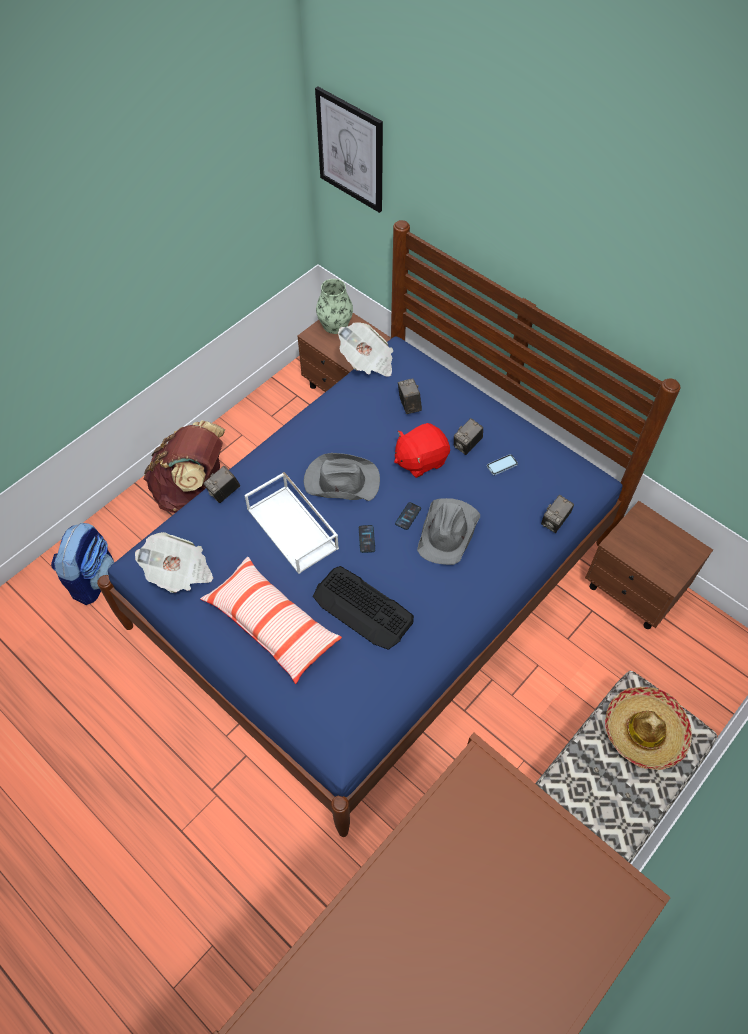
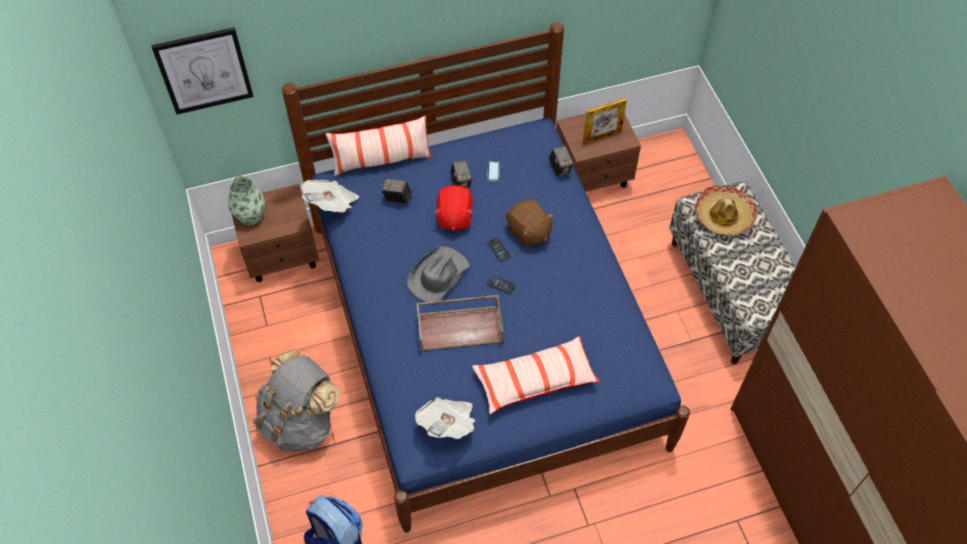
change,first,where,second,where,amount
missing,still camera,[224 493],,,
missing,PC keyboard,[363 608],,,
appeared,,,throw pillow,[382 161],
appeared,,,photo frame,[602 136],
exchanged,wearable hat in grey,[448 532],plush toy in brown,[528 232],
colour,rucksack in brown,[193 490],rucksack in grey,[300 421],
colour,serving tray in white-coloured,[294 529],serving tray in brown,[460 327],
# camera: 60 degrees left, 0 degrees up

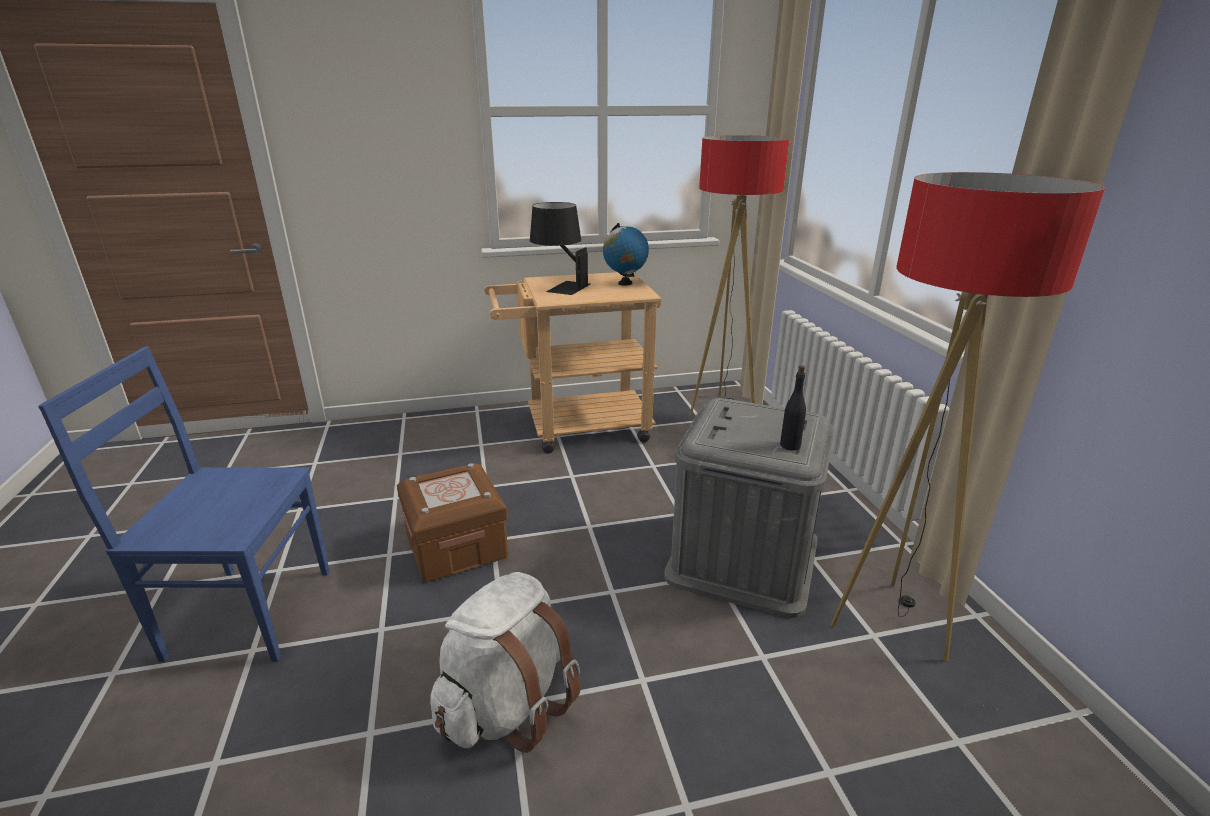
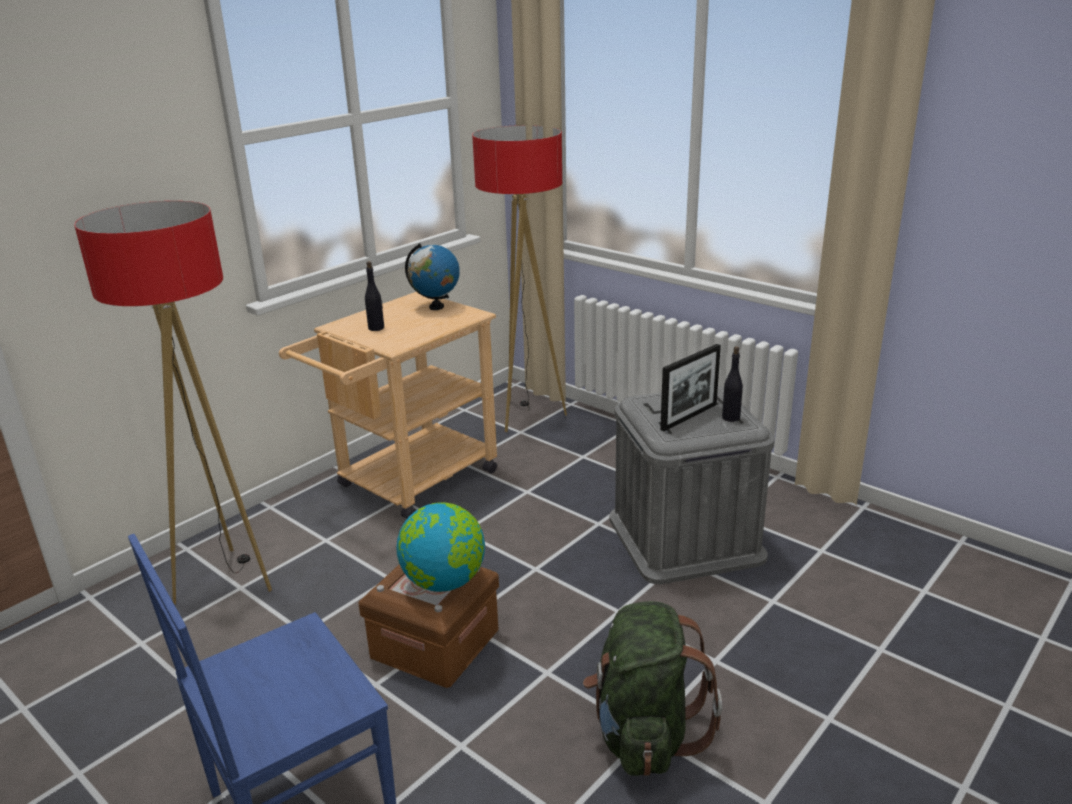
change,first,where,second,where,amount
appeared,,,globe,[444 582],
appeared,,,photo frame,[689 417],
relocated,standard lamp,[889 622],,[226 580],
exchanged,tabletop lamp in black,[560 286],beverage bottle in black,[376 328],
colour,rucksack in white-coloured,[508 706],rucksack in green-coloured,[644 734],
# camera: 35 degrees left, 0 degrees up

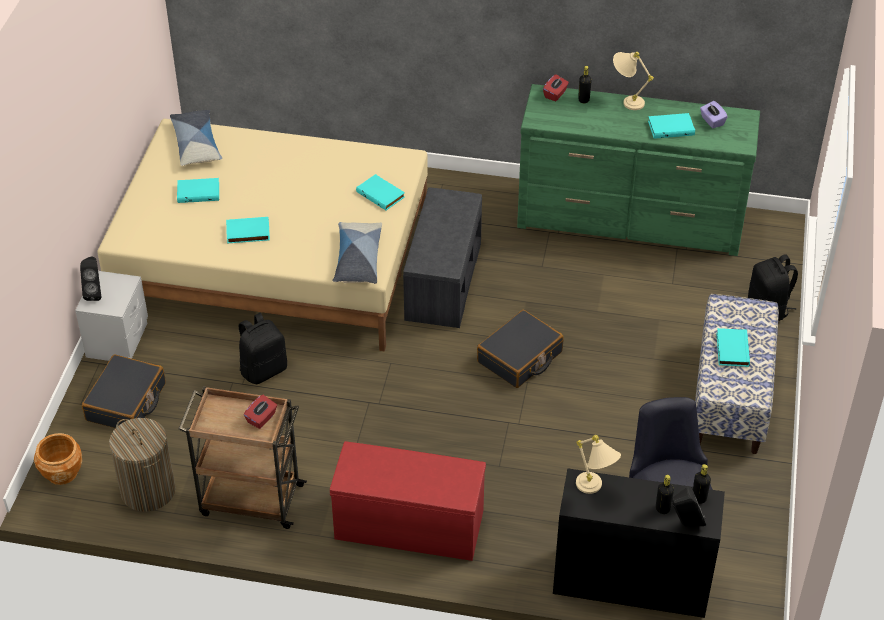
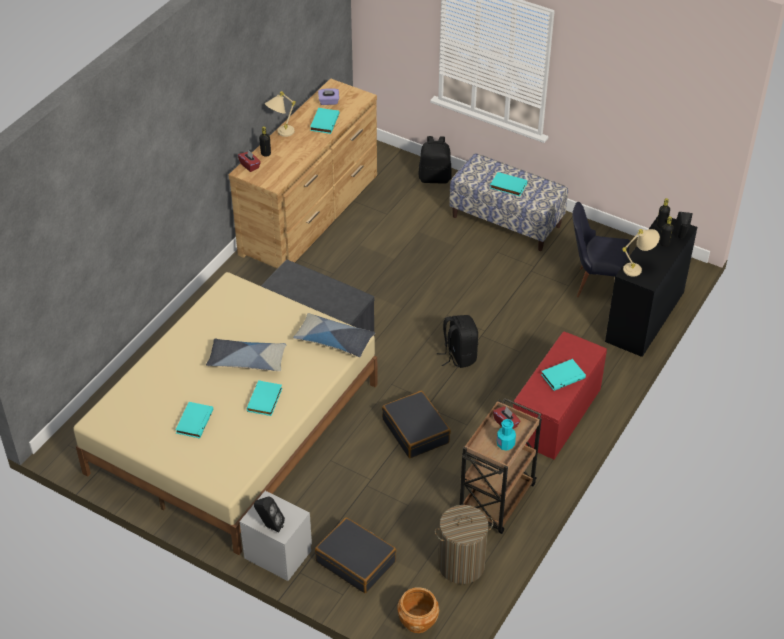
change,first,where,second,where,amount
appeared,,,beverage bottle in blue-green,[505 444],
relocated,throw pillow,[196 144],,[247 360],
relocated,rucksack in black,[263 369],,[459 356],
relocated,book in blue-green,[381 194],,[562 376],
relocated,piece of luggage in black,[520 357],,[416 431],
colour,dresser in green-coloured,[630 220],dresser in brown,[310 214],
# camera: 70 degrees left, 0 degrees up

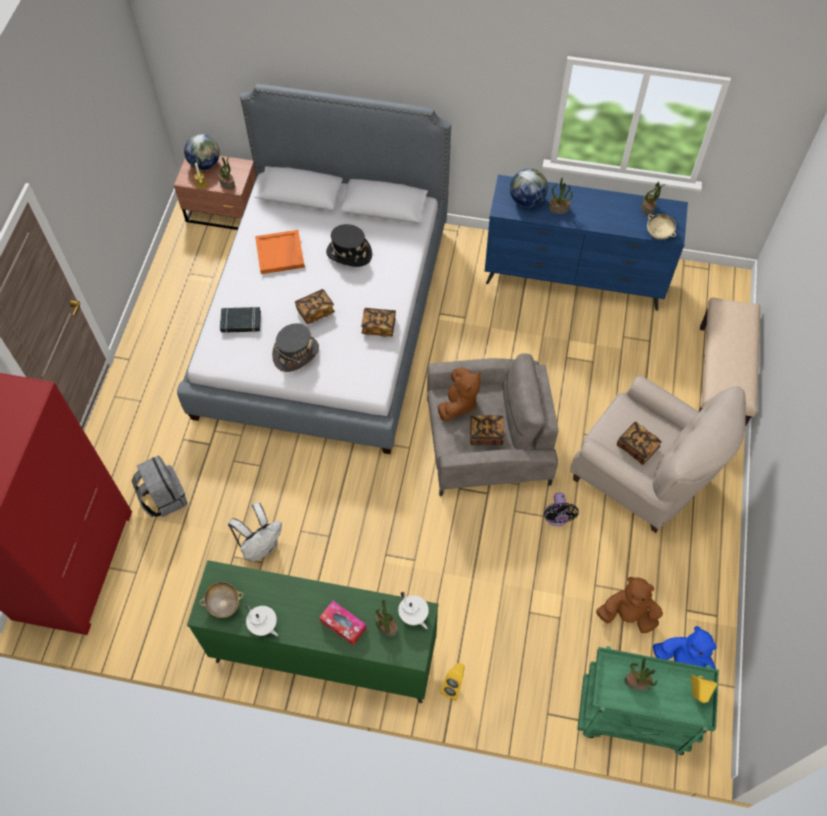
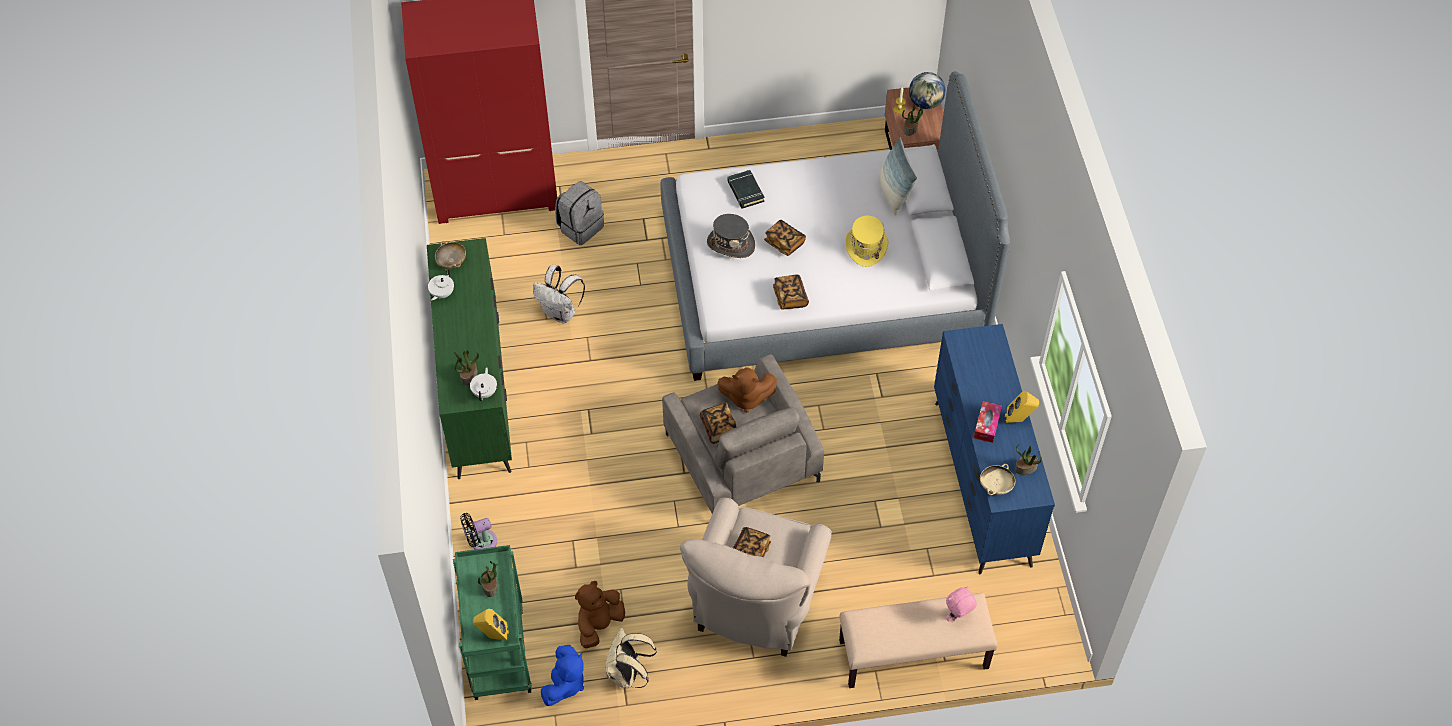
change,first,where,second,where,amount
missing,serving tray in orange-coloured,[280 254],,,
missing,globe,[526 200],,,
missing,plant in a pot,[558 208],,,
appeared,,,rucksack in sand-coloured,[628 675],
appeared,,,throw pillow,[893 193],
appeared,,,plush toy in pinkish,[958 617],
relocated,tissue box,[343 625],,[987 425],
relocated,loudspeaker in yellow-coloured,[454 686],,[1019 420],
relocated,cooling fan in black,[556 517],,[481 542],
colour,wearable hat in black,[349 253],wearable hat in yellow-coloured,[865 247],
spun,teapot in white-coloured,[413 615],,[485 392],150 degrees clockwise
spun,plush toy in brown,[627 615],,[599 624],135 degrees counterclockwise
# camera: 70 degrees right, 5 degrees down

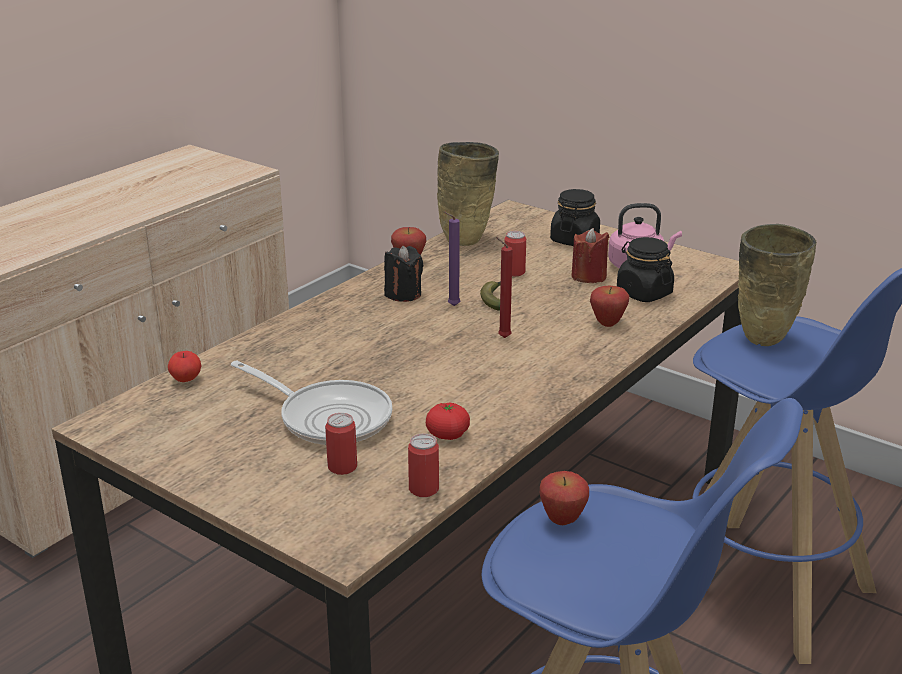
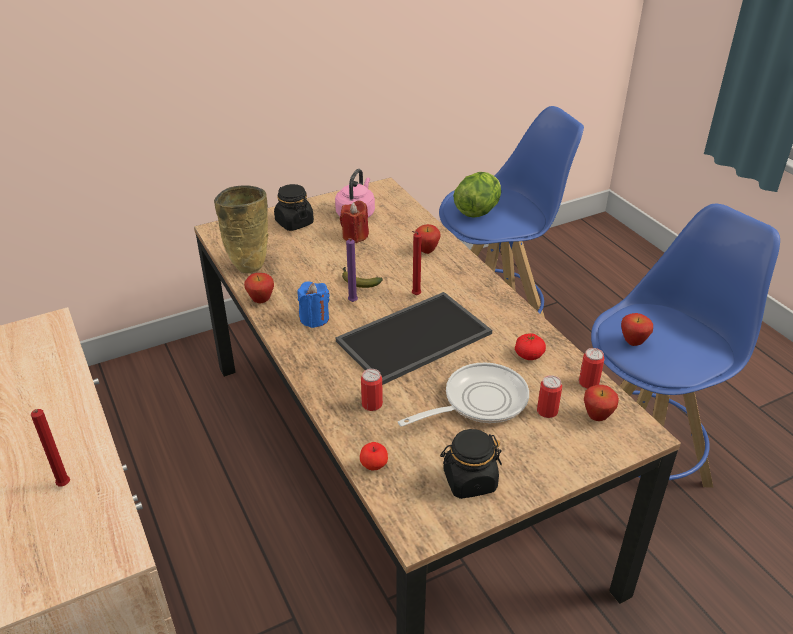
change,first,where,second,where,amount
appeared,,,candle in red-coloured,[64 487],
appeared,,,serving tray,[414 339],
appeared,,,apple,[597 417],
relocated,sealed can,[514 272],,[372 404],
relocated,preserve jar in black,[643 293],,[469 481],
exchanged,vase in sand-coloured,[762 341],head of lettuce,[477 211],
colour,candle in black,[403 294],candle in bluish,[314 318],
# camera: 65 degrees left, 10 degrees up

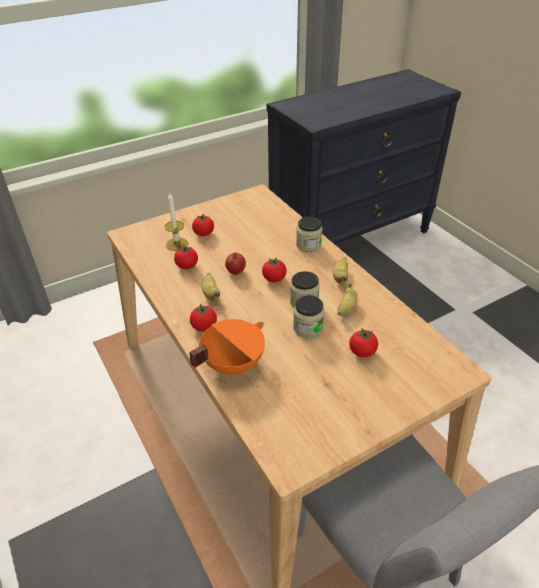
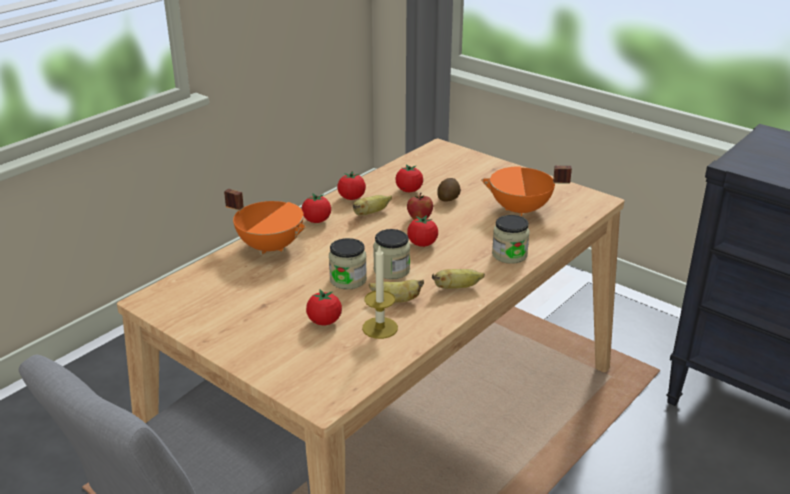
change,first,where,second,where,amount
appeared,,,spud,[448 199],
appeared,,,stockpot in orange-coloured,[520 210],
relocated,candle,[177 244],,[380 328],
relocated,whole tomato,[204 234],,[351 198],
# camera: 70 degrees right, 10 degrees down

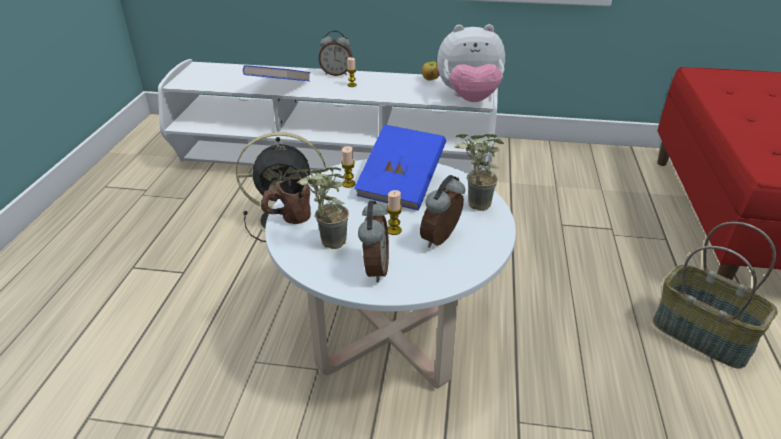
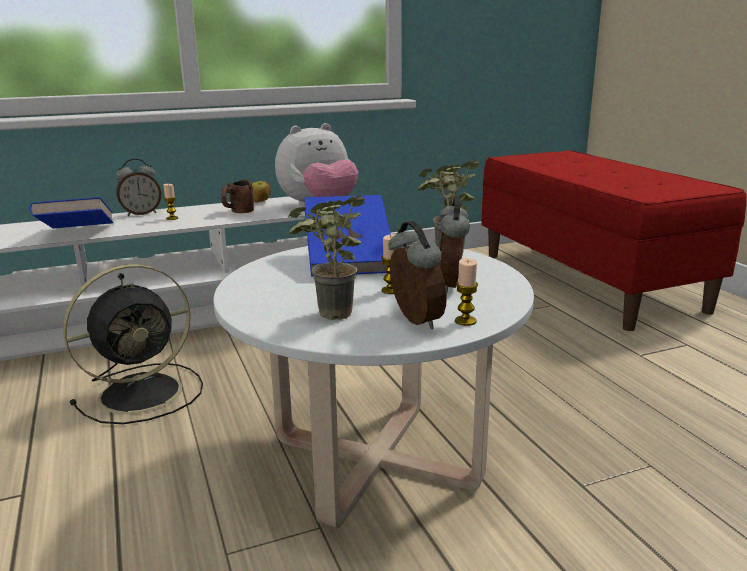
change,first,where,second,where,amount
missing,storage basket,[703 334],,,
relocated,mug in brown,[287 218],,[237 212],
relocated,candle,[348 184],,[465 321],
# camera: 30 degrees left, 15 degrees down

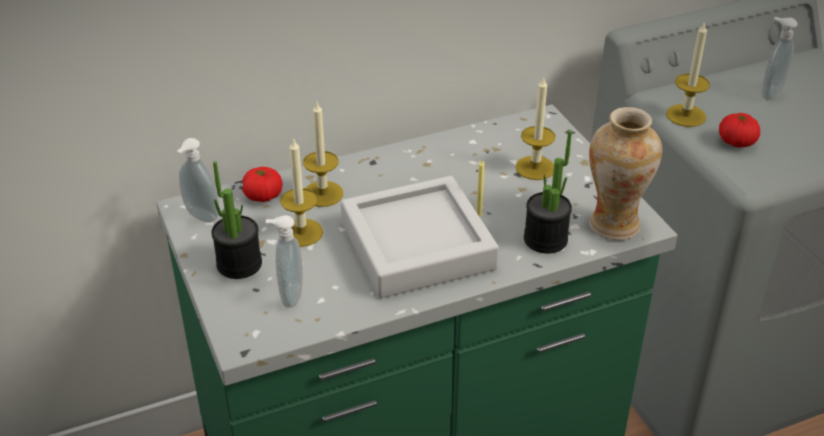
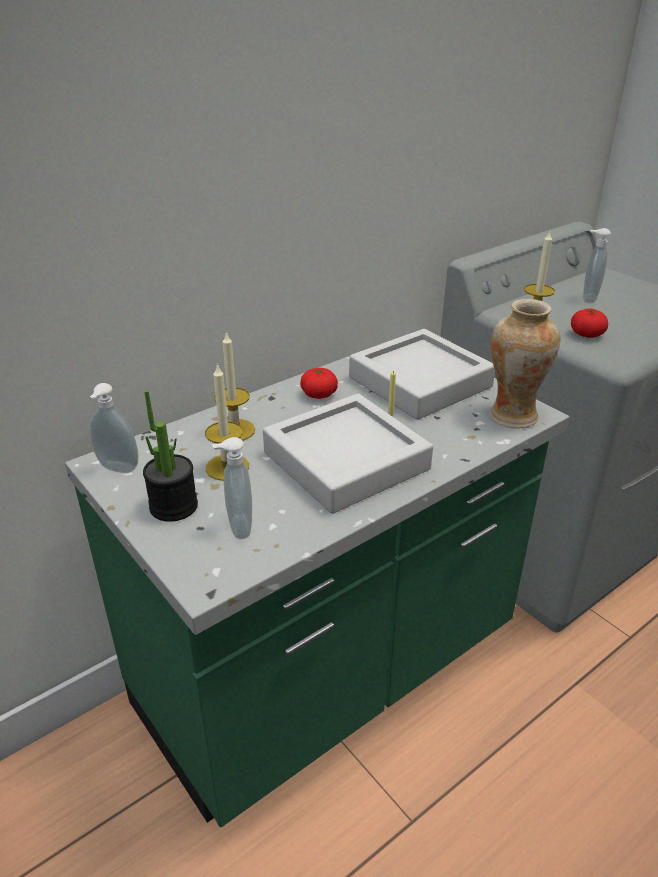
change,first,where,second,where,amount
missing,plant in a pot,[545 239],,,
relocated,whole tomato,[263 196],,[319 394],
exchanged,candle,[535 168],serving tray in grey,[420 382],
# camera: 15 degrees left, 5 degrees down

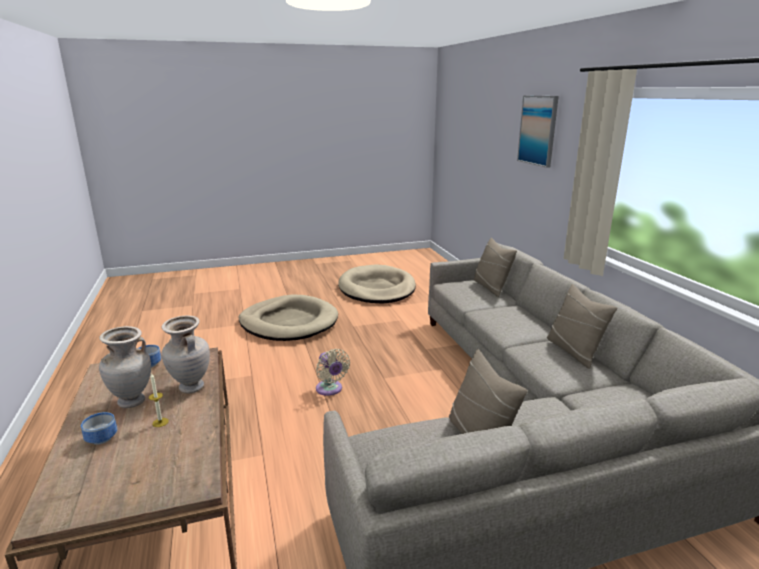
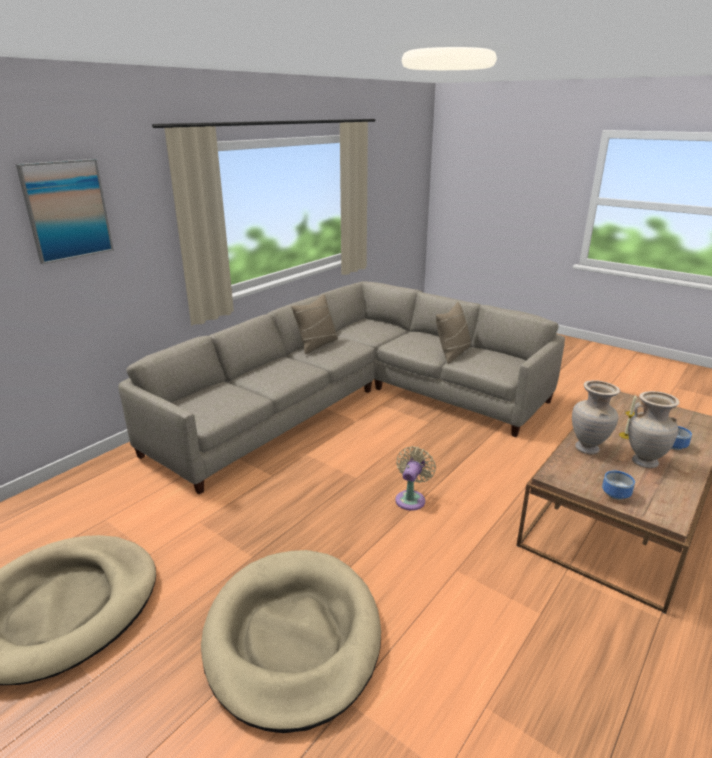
change,first,where,second,where,amount
missing,throw pillow in sand-coloured,[491 287],,,
# camera: 125 degrees left, 5 degrees up

